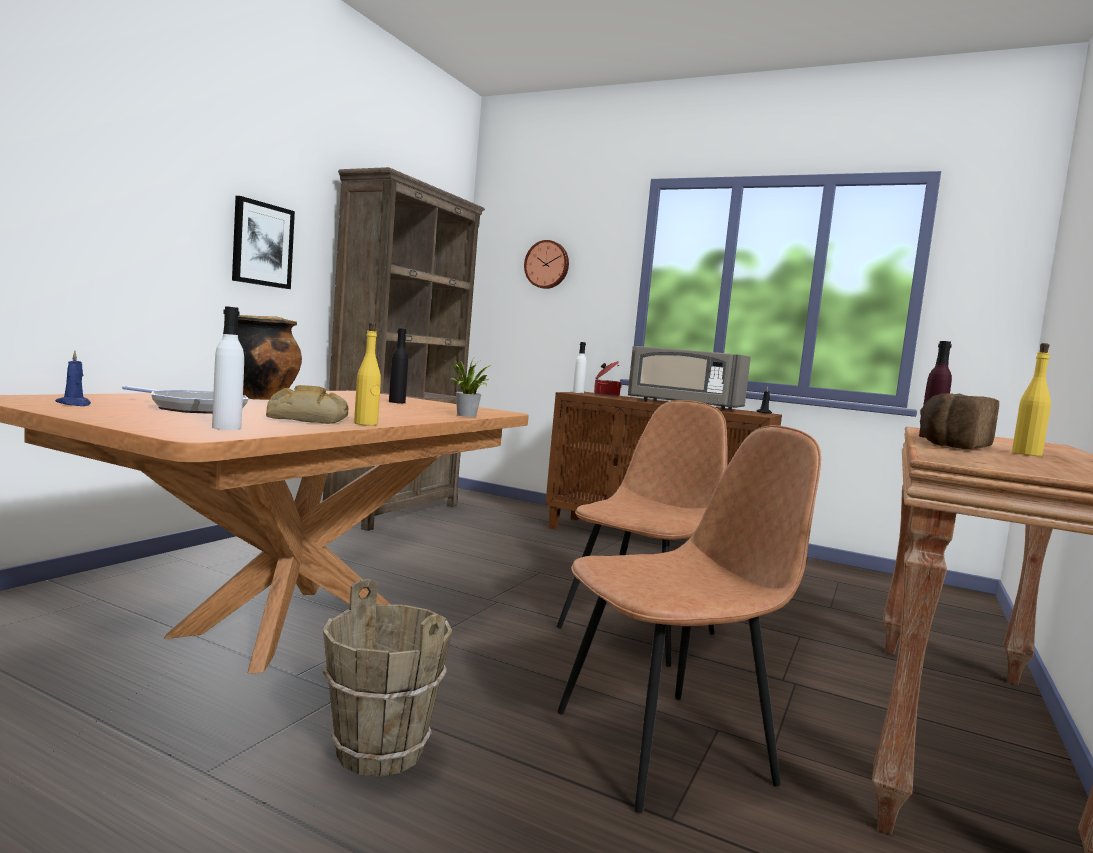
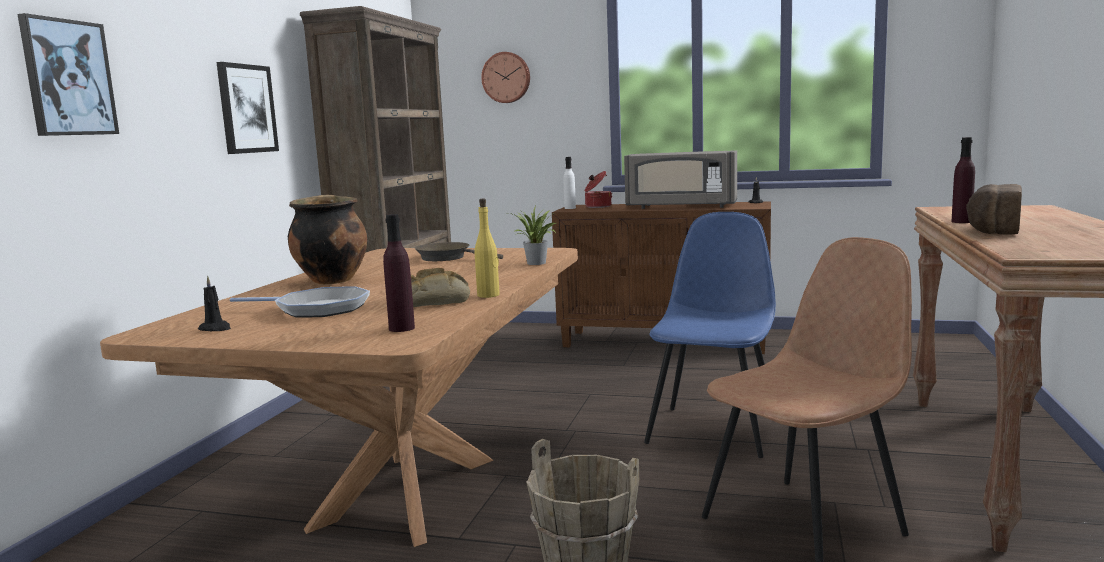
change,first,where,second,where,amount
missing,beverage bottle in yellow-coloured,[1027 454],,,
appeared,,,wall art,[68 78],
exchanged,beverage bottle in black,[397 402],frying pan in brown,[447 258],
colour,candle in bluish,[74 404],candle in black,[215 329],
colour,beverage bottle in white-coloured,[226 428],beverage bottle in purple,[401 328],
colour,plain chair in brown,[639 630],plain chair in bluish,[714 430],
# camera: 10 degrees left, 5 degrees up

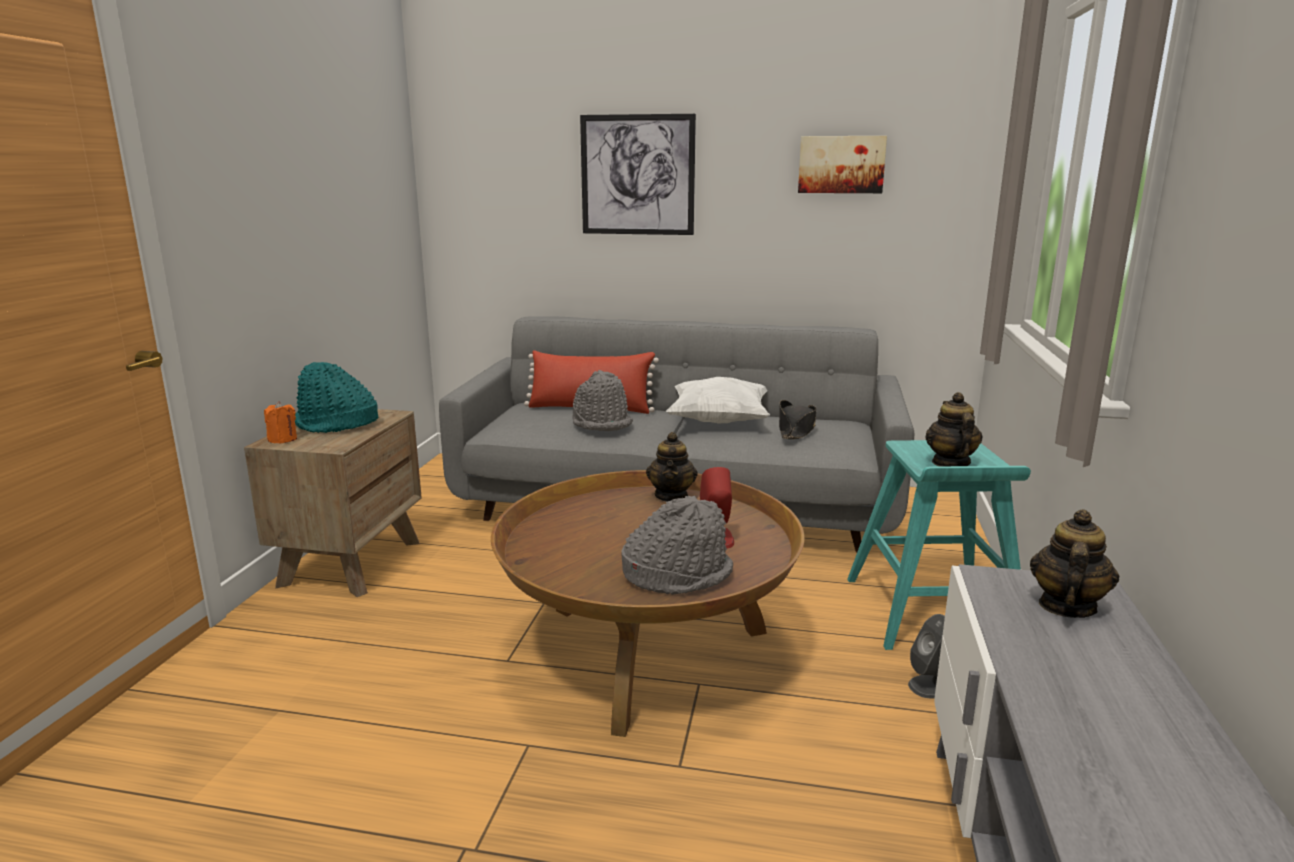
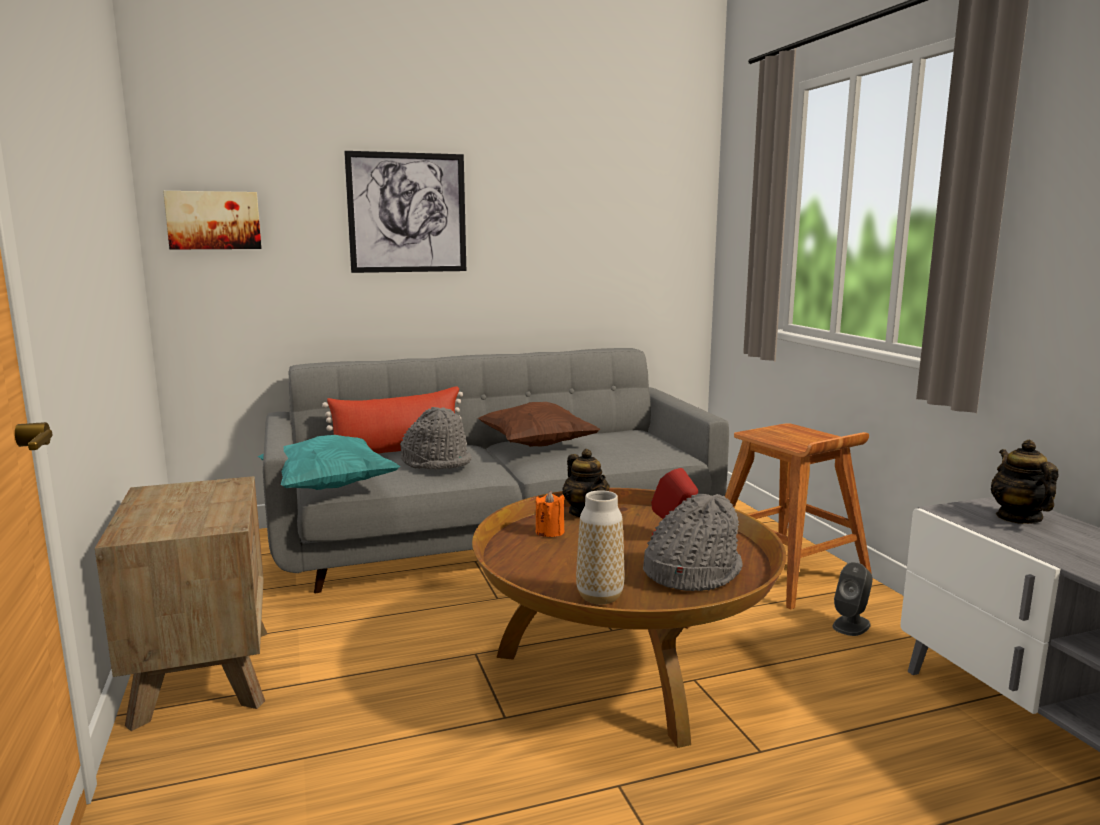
change,first,where,second,where,amount
missing,wearable hat in blue-green,[336 424],,,
missing,wearable hat in black,[796 430],,,
missing,teapot,[950 463],,,
appeared,,,throw pillow in blue-green,[329 487],
appeared,,,vase,[599 597],
relocated,candle in orange-coloured,[282 439],,[550 532],
relocated,wall art,[841 164],,[214 220],
colour,throw pillow in white-coloured,[718 422],throw pillow in brown,[537 445],
colour,stool in blue-green,[932 612],stool in brown,[787 572],
# camera: 30 degrees left, 5 degrees down

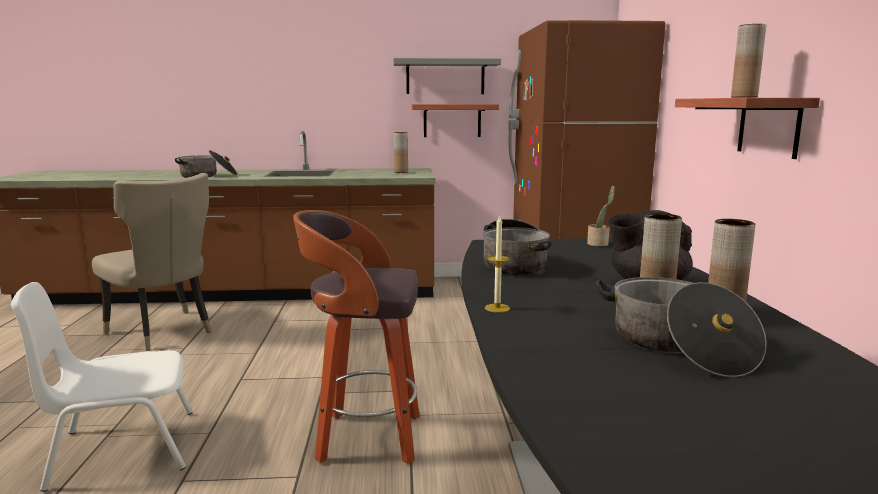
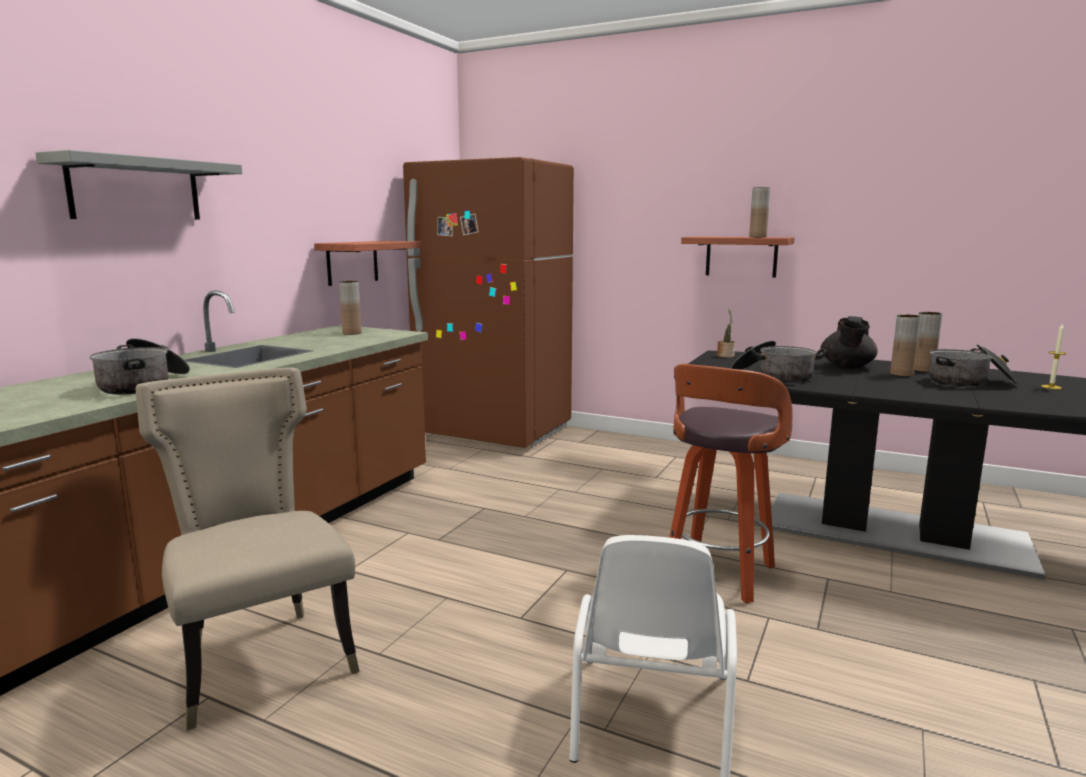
change,first,where,second,where,amount
relocated,shelf in grey,[445 77],,[136 189],
relocated,candle,[497 308],,[1051 387],
spun,plain chair in sand-coloured,[164 332],,[262 659],105 degrees counterclockwise
# camera: 60 degrees left, 0 degrees up

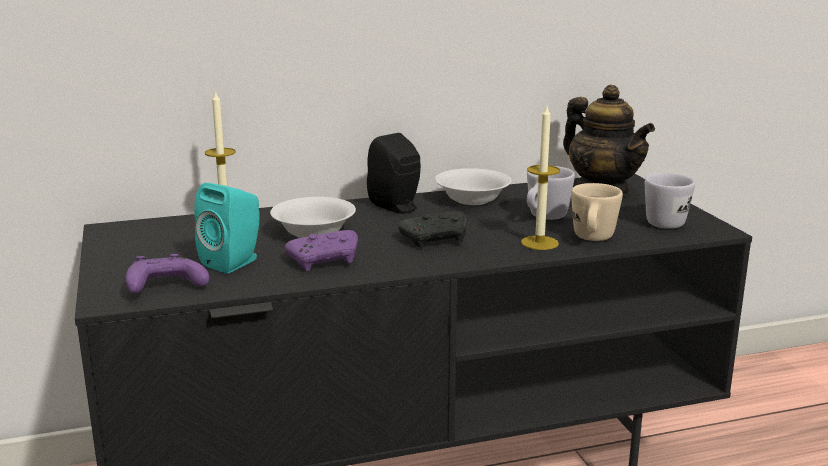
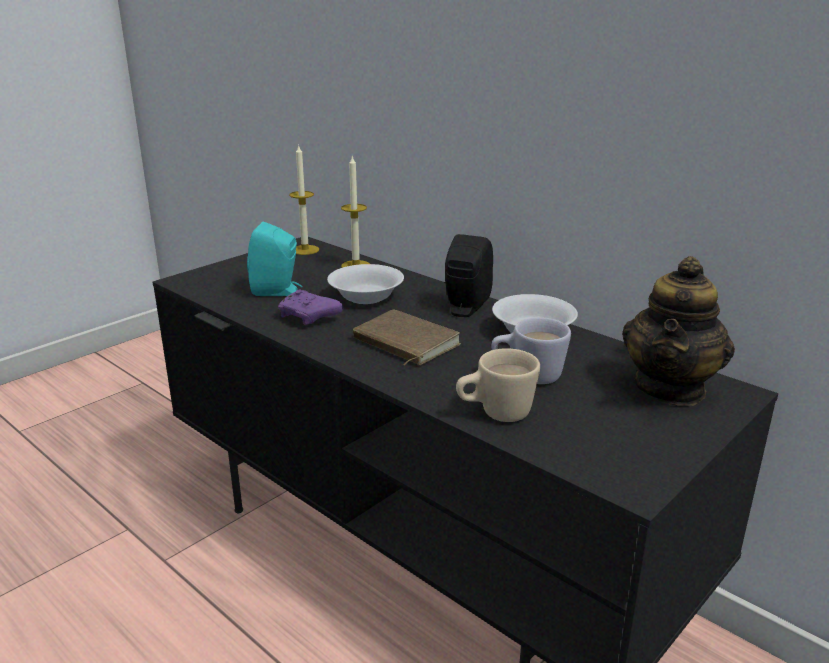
change,first,where,second,where,amount
missing,game controller in purple,[164 288],,,
missing,mug in white-coloured,[665 221],,,
relocated,candle,[539 243],,[305 250],
exchanged,game controller in black,[437 240],book in brown,[403 343],
# camera: 60 degrees right, 5 degrees up

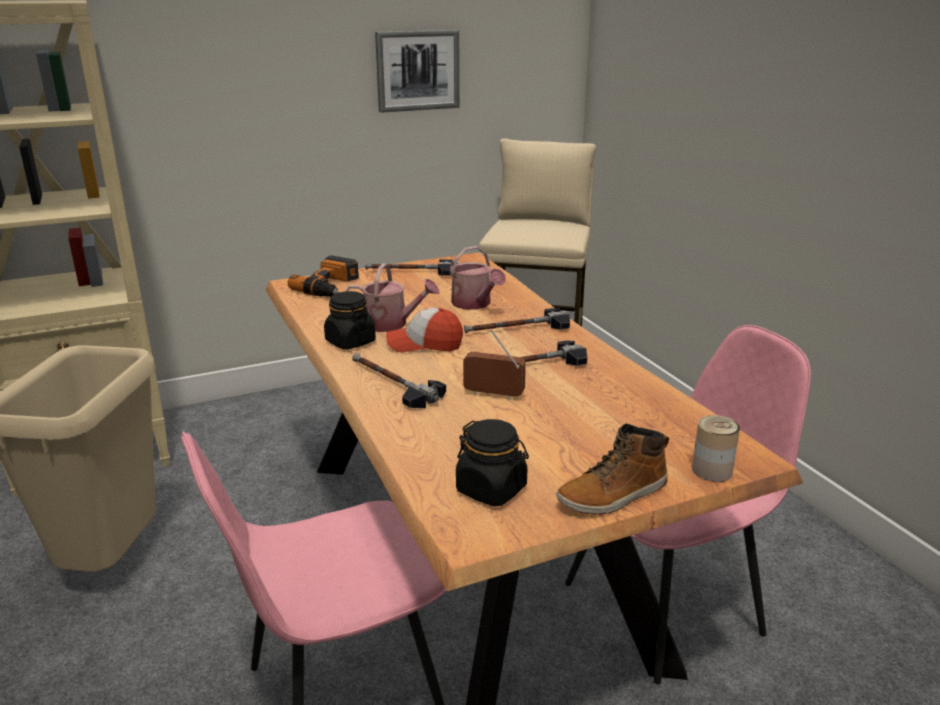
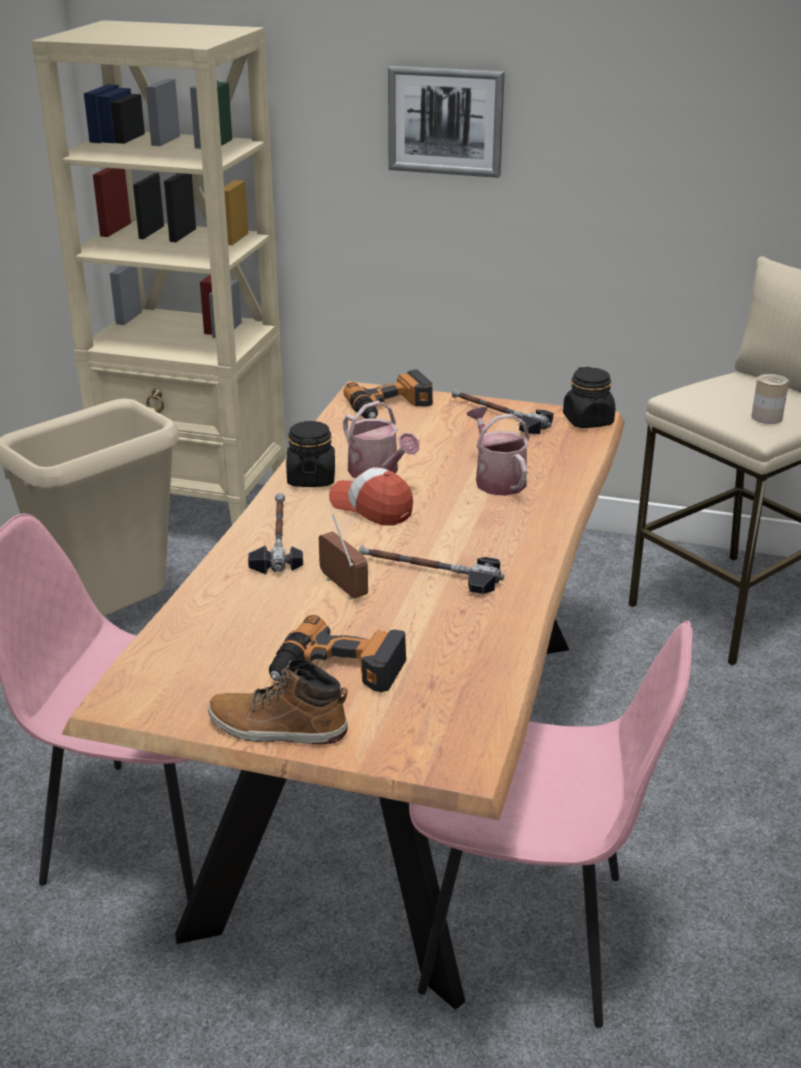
change,first,where,second,where,amount
missing,hammer,[517 329],,,
appeared,,,power drill,[337 671],
relocated,wall art,[417 70],,[445 121],
relocated,preserve jar in black,[491 489],,[588 421],
relocated,sealed can,[712 470],,[766 417],
spun,watering pot,[474 304],,[497 479],150 degrees clockwise
# camera: 40 degrees right, 5 degrees up

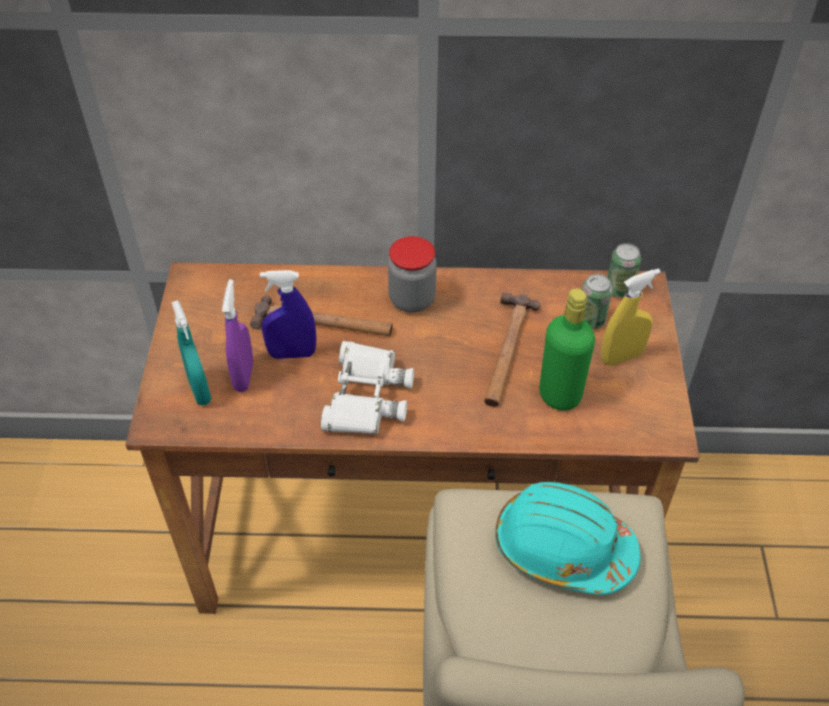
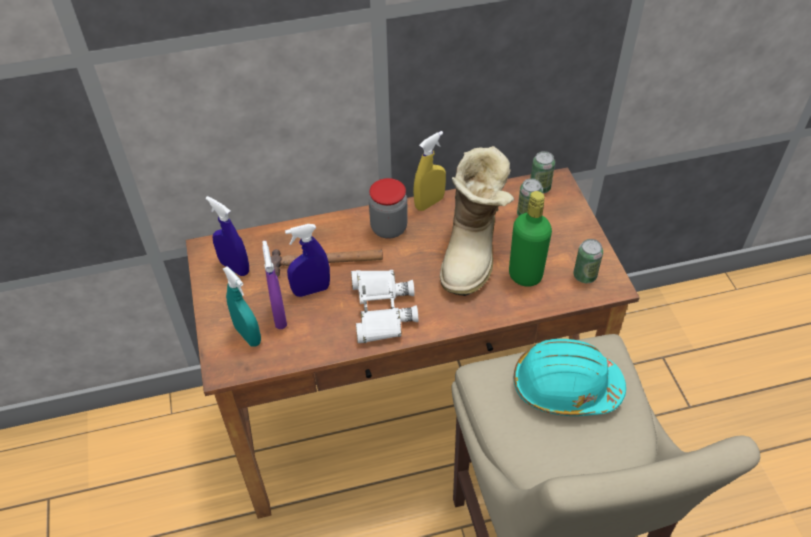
change,first,where,second,where,amount
appeared,,,hand sprayer in bluish,[234 267],
appeared,,,sealed can,[584 276],
relocated,hand sprayer in yellow-coloured,[621 357],,[429 203],
exchanged,hammer,[506 351],tall boot,[474 251],
# camera: 15 degrees left, 0 degrees up

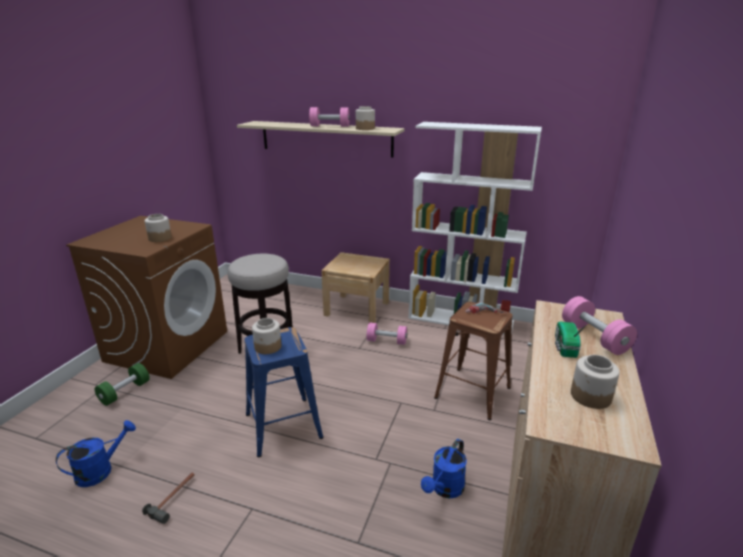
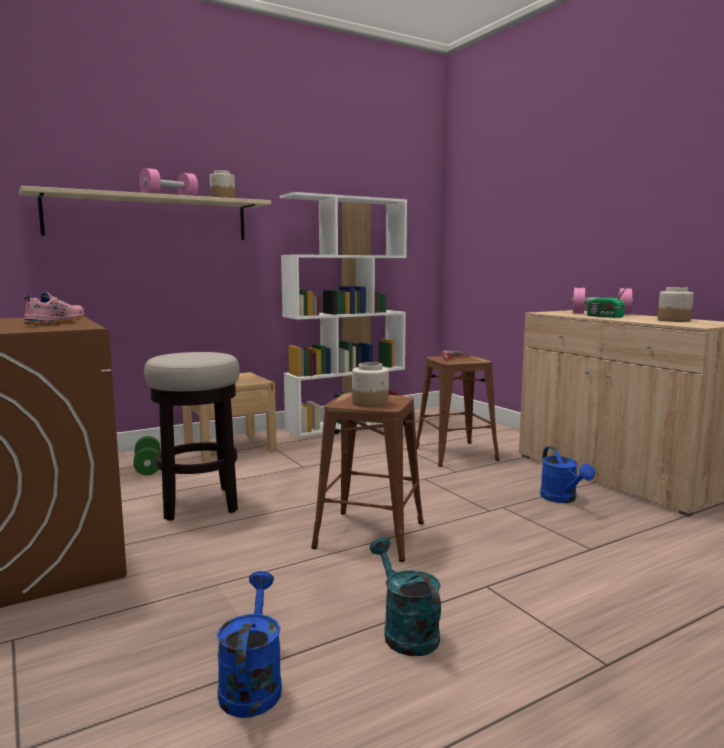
change,first,where,second,where,amount
missing,dumbbell in pinkish,[386 341],,,
relocated,dumbbell in green-coloured,[125 392],,[148 467],
exchanged,hammer,[174 498],watering pot in blue-green,[405 631],
exchanged,preserve jar,[160 238],low shoe in pinkish,[54 323],
colour,stool in bluish,[282 426],stool in brown,[369 535],
# camera: 50 degrees left, 15 degrees down

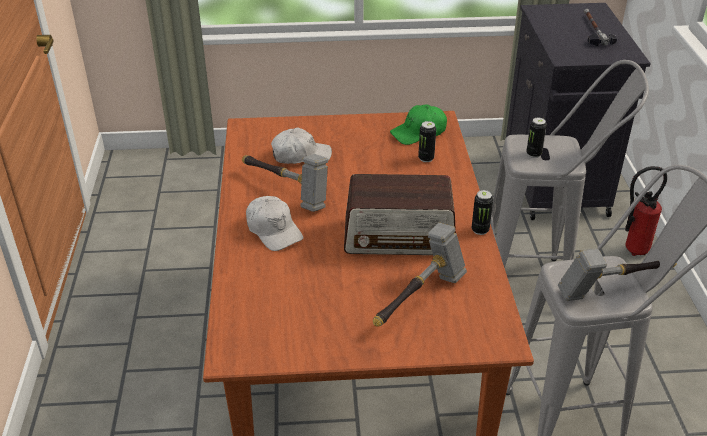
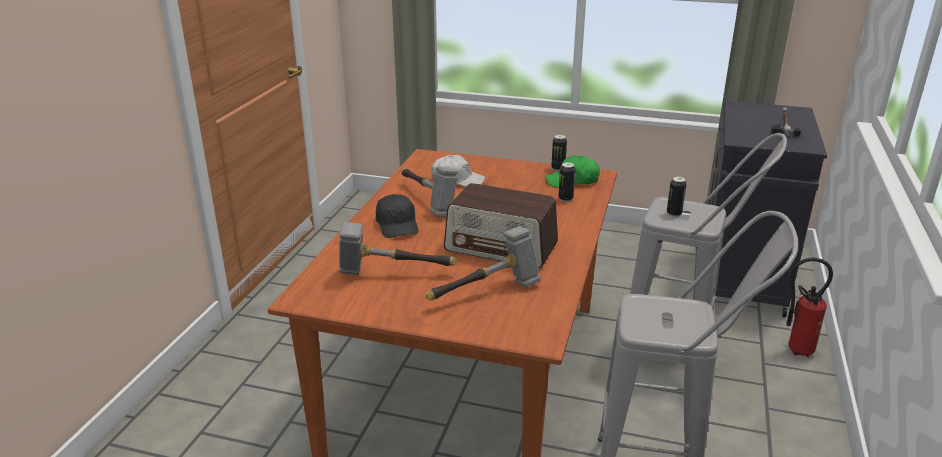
change,first,where,second,where,amount
relocated,sealed can,[480 230],,[558 169],
relocated,hammer,[614 288],,[393 274],
colour,cap in white-coloured,[274 230],cap in black,[397 224],
# camera: 20 degrees right, 10 degrees down

